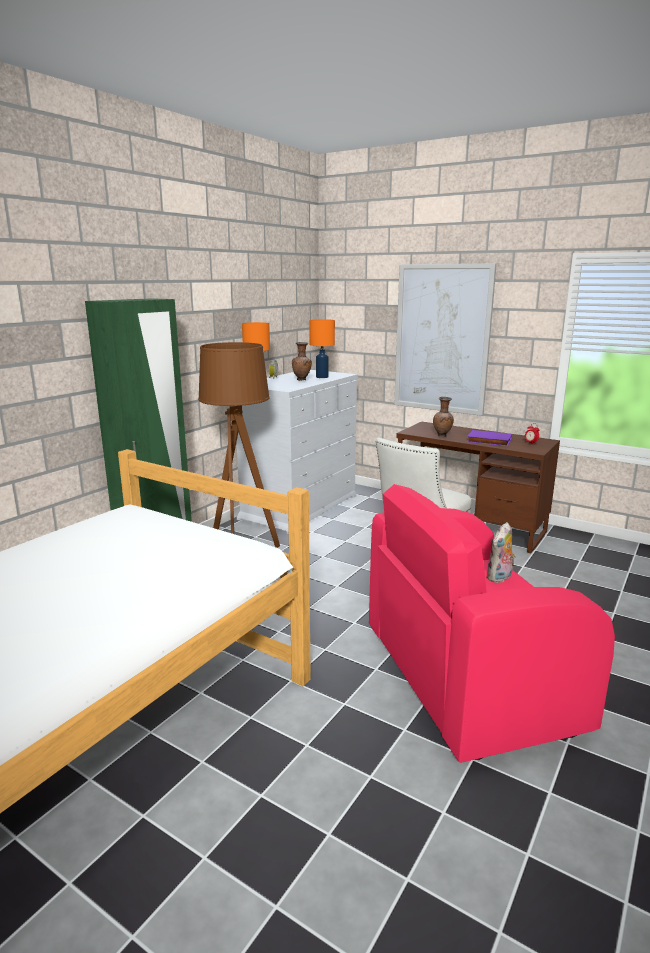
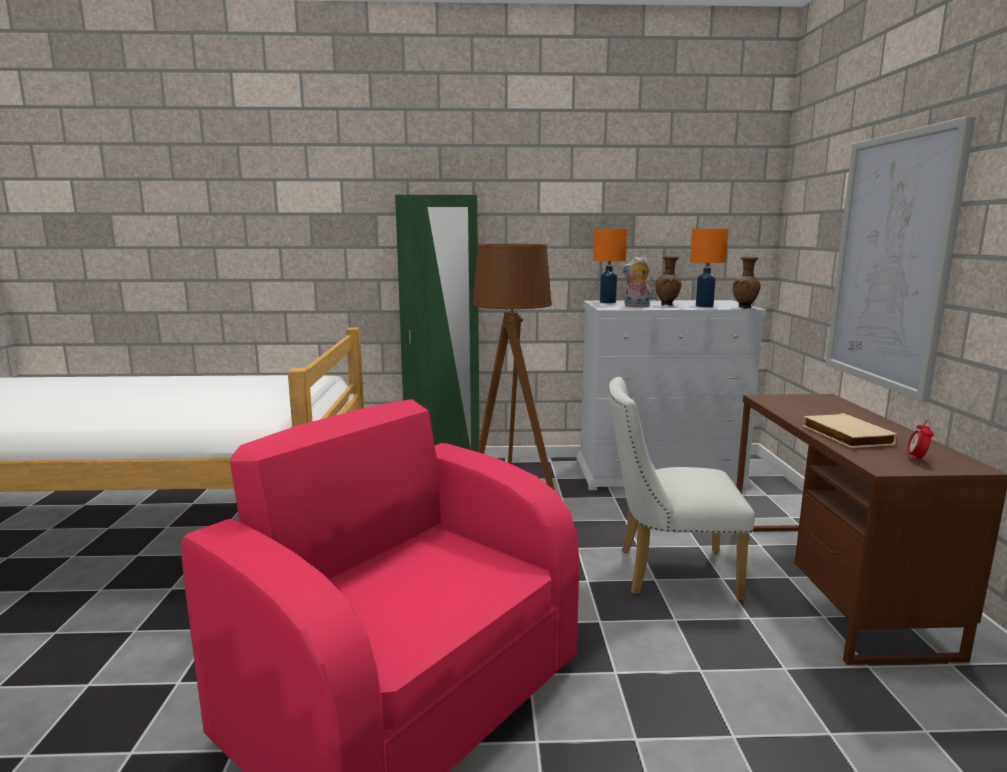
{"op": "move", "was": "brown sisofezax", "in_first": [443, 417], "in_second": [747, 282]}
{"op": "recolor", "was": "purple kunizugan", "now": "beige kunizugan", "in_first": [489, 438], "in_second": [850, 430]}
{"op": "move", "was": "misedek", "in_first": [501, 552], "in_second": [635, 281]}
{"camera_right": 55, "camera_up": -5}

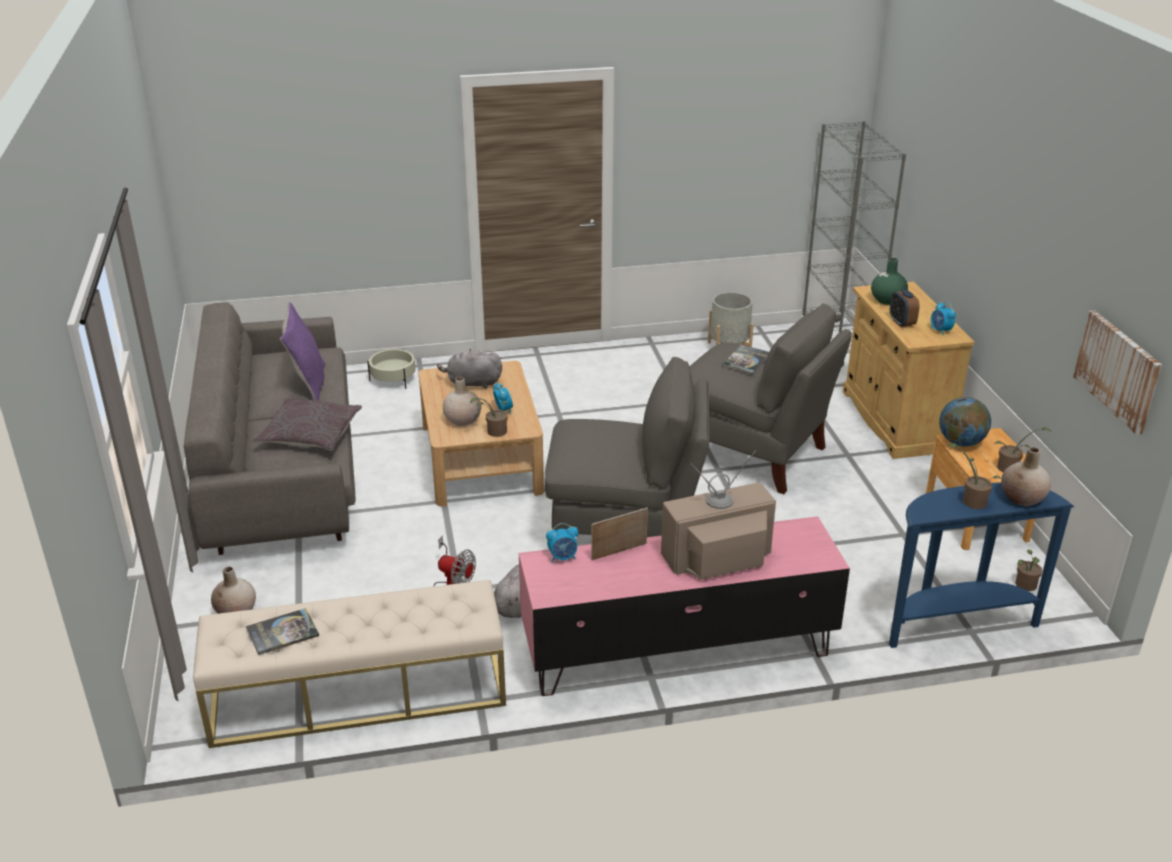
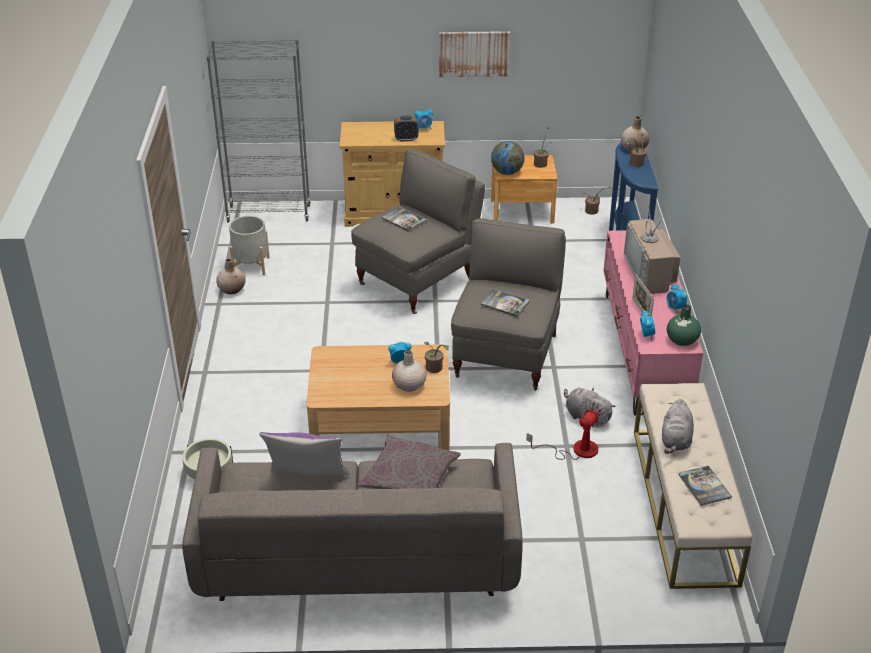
{"op": "move", "was": "beige sisofezax", "in_first": [233, 590], "in_second": [231, 276]}
{"op": "move", "was": "grey misedek", "in_first": [469, 369], "in_second": [678, 426]}
{"op": "move", "was": "green sisofezax", "in_first": [889, 281], "in_second": [684, 325]}
{"op": "move", "was": "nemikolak", "in_first": [1117, 372], "in_second": [474, 54]}
{"op": "insert", "now": "kunizugan", "in_second": [505, 303]}
{"op": "insert", "now": "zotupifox", "in_second": [677, 298]}
{"camera_right": -80, "camera_up": 5}

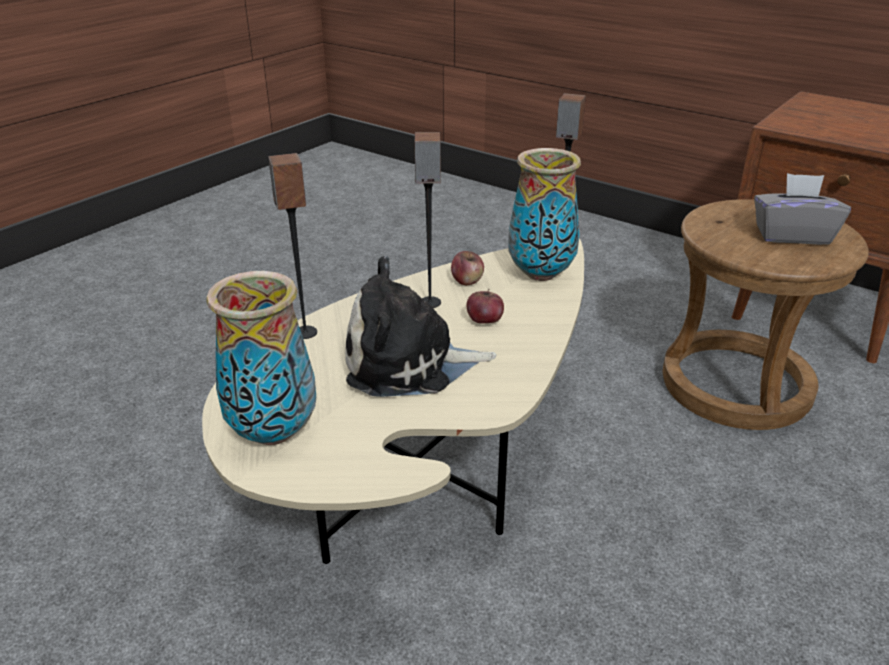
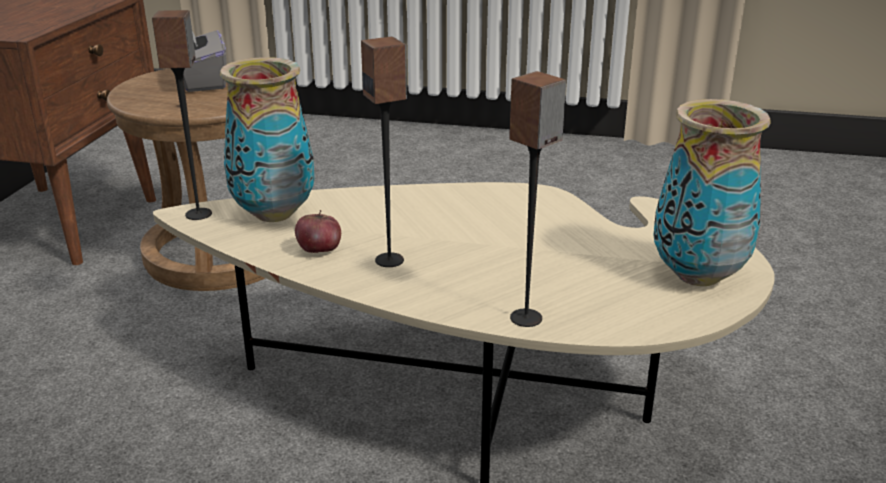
{"op": "delete", "was": "misedek", "in_first": [421, 326]}
{"op": "delete", "was": "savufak", "in_first": [485, 306]}
{"camera_right": -115, "camera_up": -5}

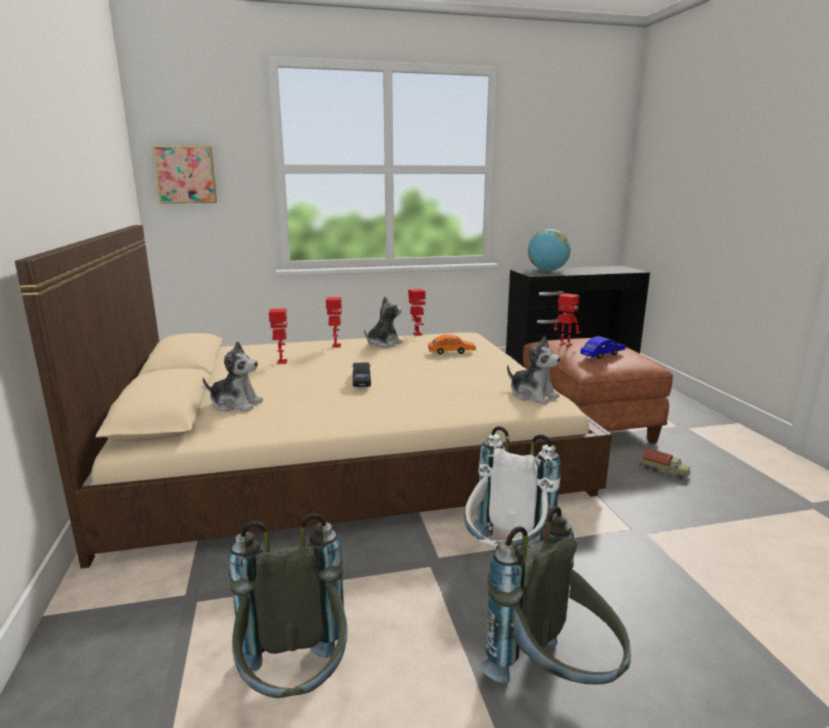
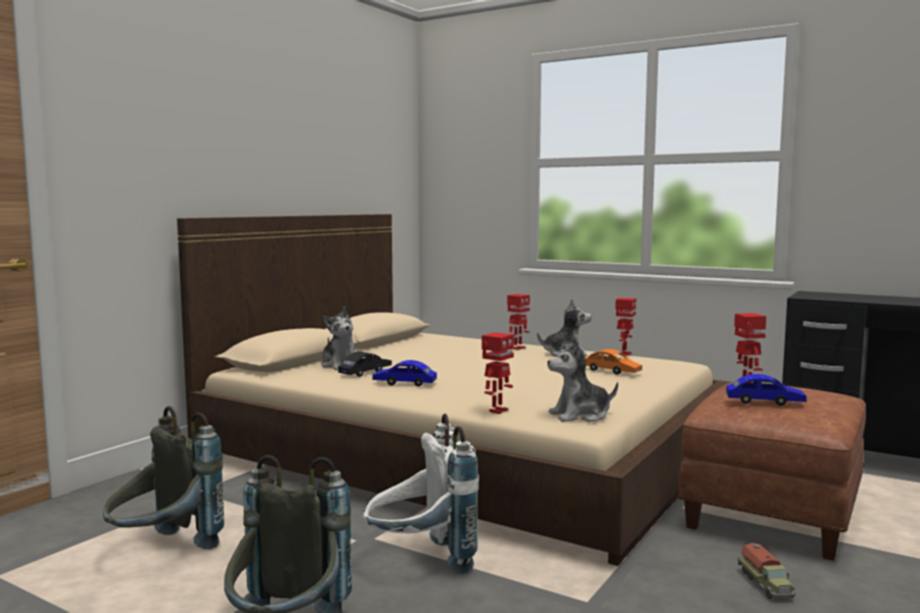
{"op": "delete", "was": "nemikolak", "in_first": [184, 174]}
{"op": "move", "was": "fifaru", "in_first": [278, 336], "in_second": [498, 373]}
{"op": "move", "was": "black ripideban", "in_first": [361, 374], "in_second": [365, 364]}
{"op": "rotate", "was": "misedek", "in_first": [534, 370], "in_second": [582, 380], "clockwise": 75}
{"op": "delete", "was": "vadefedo", "in_first": [549, 250]}
{"op": "insert", "now": "blue ripideban", "in_second": [404, 373]}
{"camera_right": 45, "camera_up": -10}

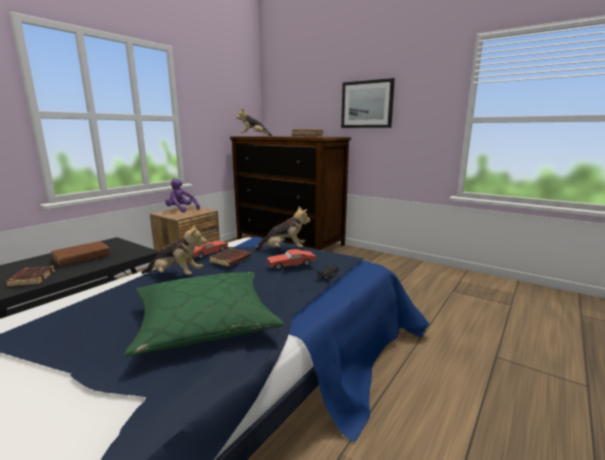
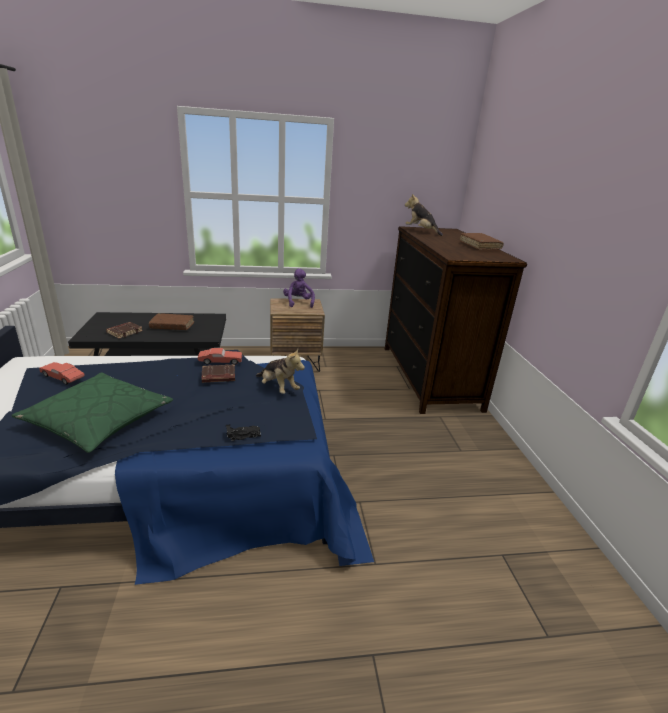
{"op": "delete", "was": "misedek", "in_first": [174, 249]}
{"op": "move", "was": "red ripideban", "in_first": [292, 259], "in_second": [62, 373]}
{"op": "delete", "was": "nemikolak", "in_first": [368, 103]}
{"camera_right": 45, "camera_up": 10}

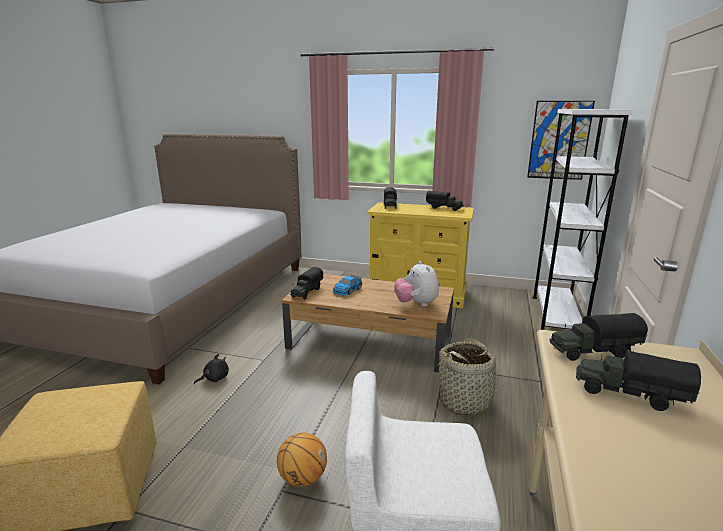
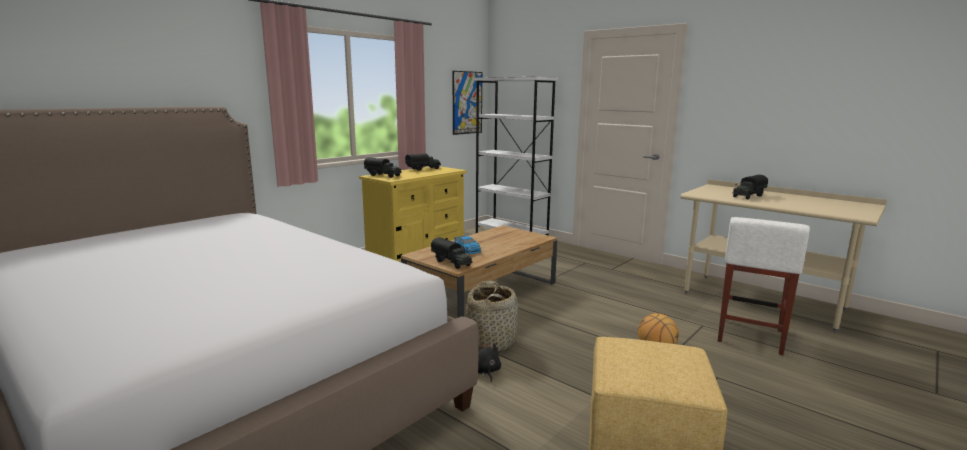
{"op": "delete", "was": "misedek", "in_first": [416, 284]}
{"op": "move", "was": "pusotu", "in_first": [470, 377], "in_second": [491, 316]}
{"op": "delete", "was": "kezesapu", "in_first": [599, 337]}
{"camera_right": -65, "camera_up": -5}

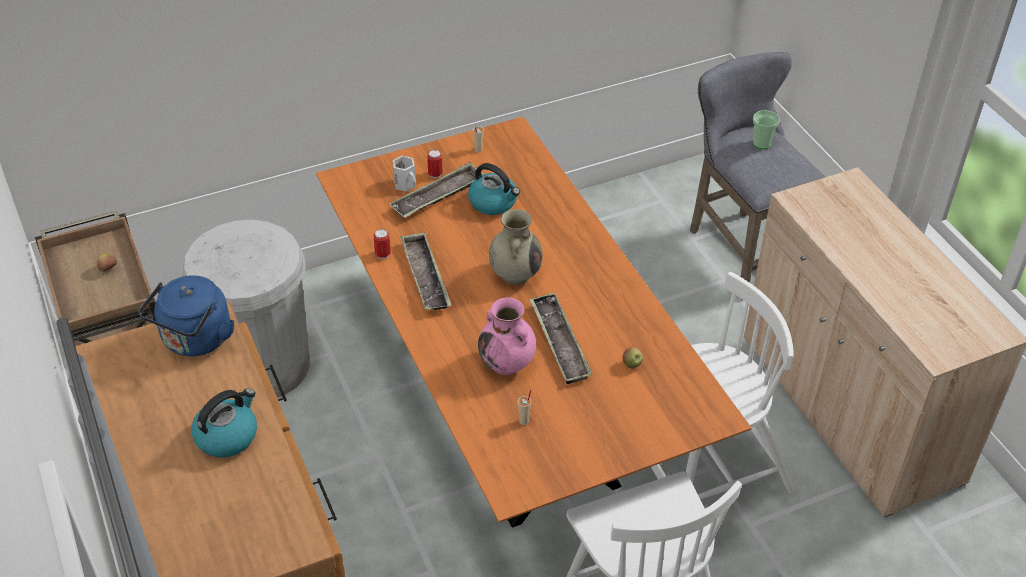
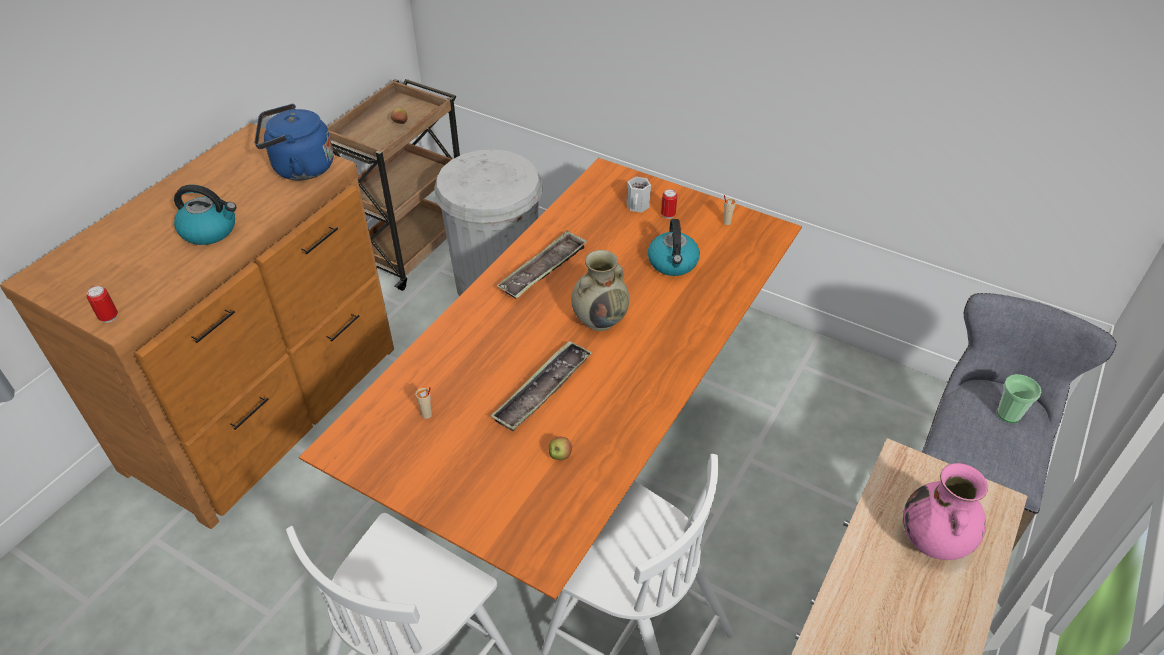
{"op": "move", "was": "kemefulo", "in_first": [382, 244], "in_second": [102, 304]}
{"op": "delete", "was": "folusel", "in_first": [436, 190]}
{"op": "move", "was": "pink sisofezax", "in_first": [507, 336], "in_second": [945, 511]}
{"camera_right": 55, "camera_up": 0}

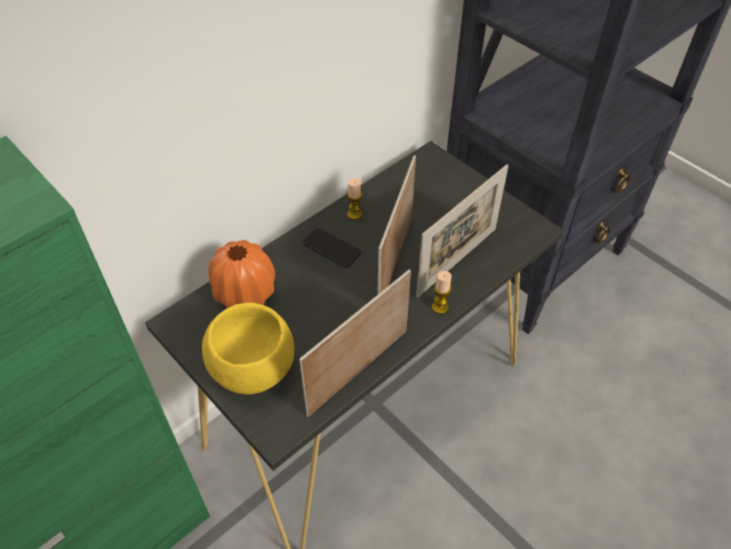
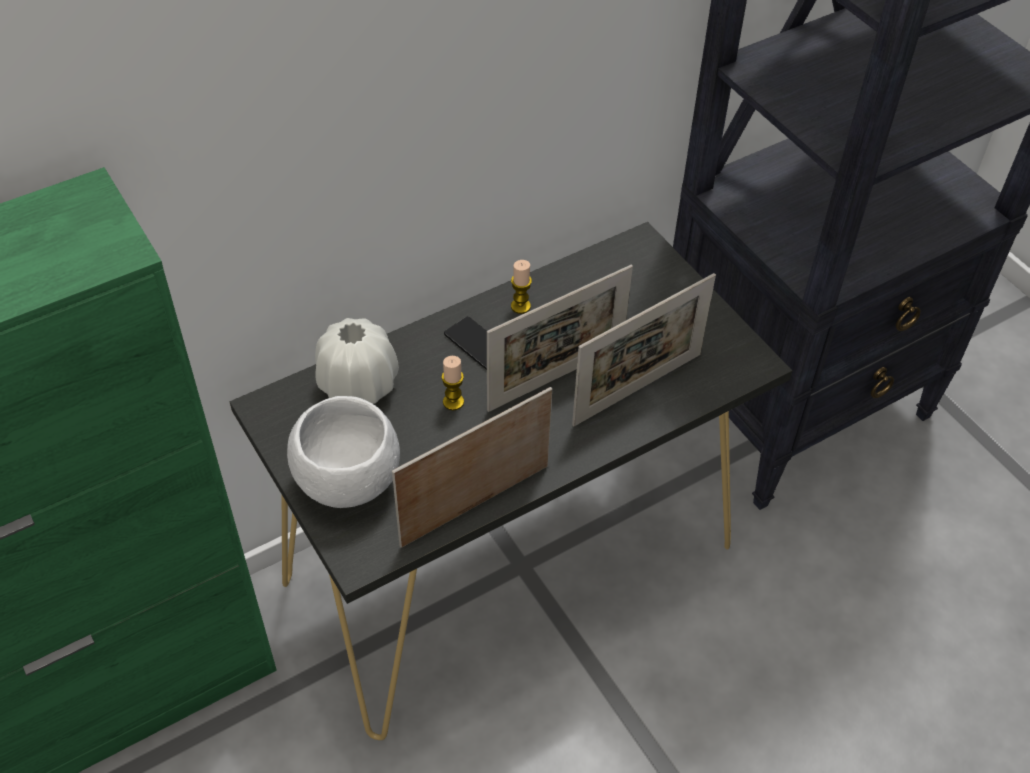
{"op": "recolor", "was": "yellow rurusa", "now": "white rurusa", "in_first": [248, 348], "in_second": [343, 452]}
{"op": "recolor", "was": "orange sisofezax", "now": "white sisofezax", "in_first": [241, 274], "in_second": [357, 361]}
{"op": "rotate", "was": "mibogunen", "in_first": [396, 225], "in_second": [560, 338], "clockwise": -150}
{"op": "move", "was": "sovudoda", "in_first": [442, 292], "in_second": [452, 383]}
{"camera_right": 10, "camera_up": 0}

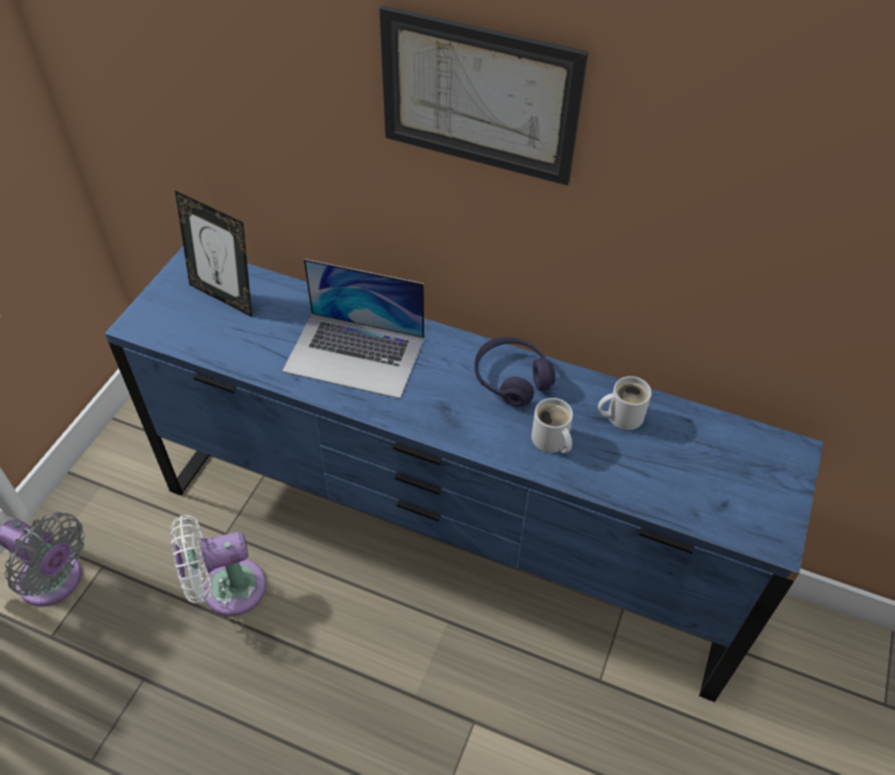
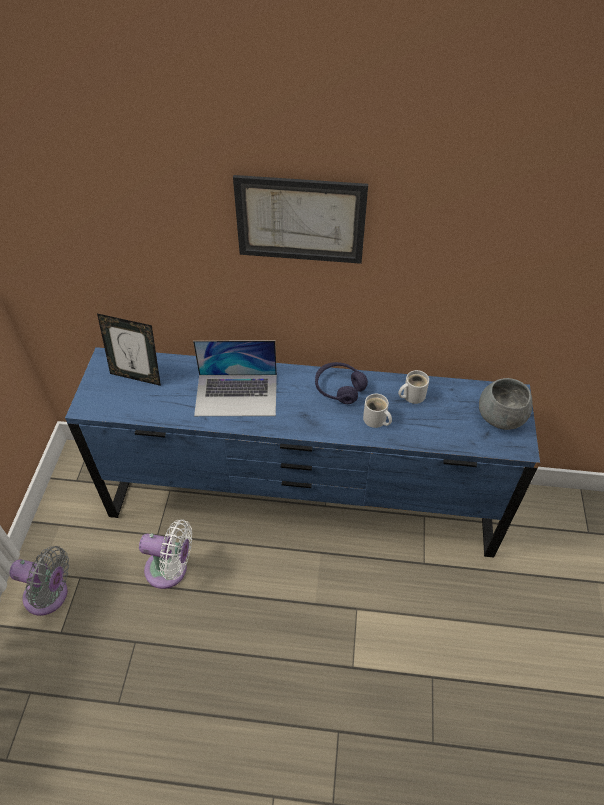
{"op": "rotate", "was": "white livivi", "in_first": [218, 565], "in_second": [165, 554], "clockwise": -135}
{"op": "insert", "now": "grey rurusa", "in_second": [506, 404]}
{"camera_right": -15, "camera_up": 0}

